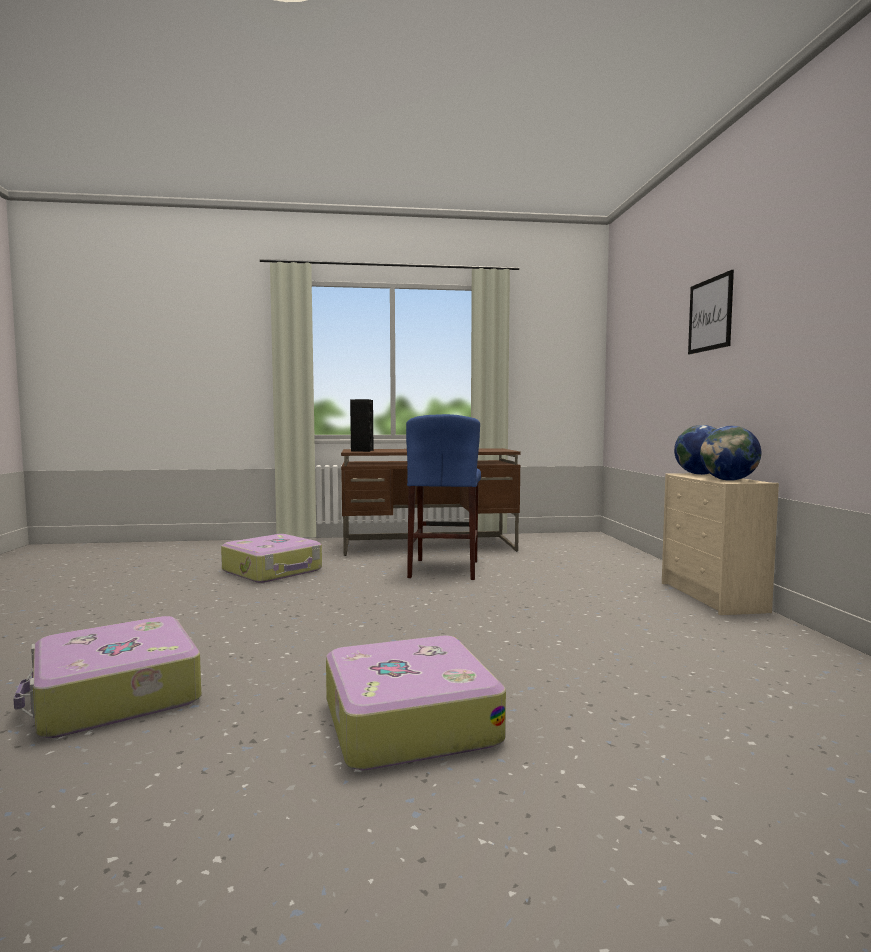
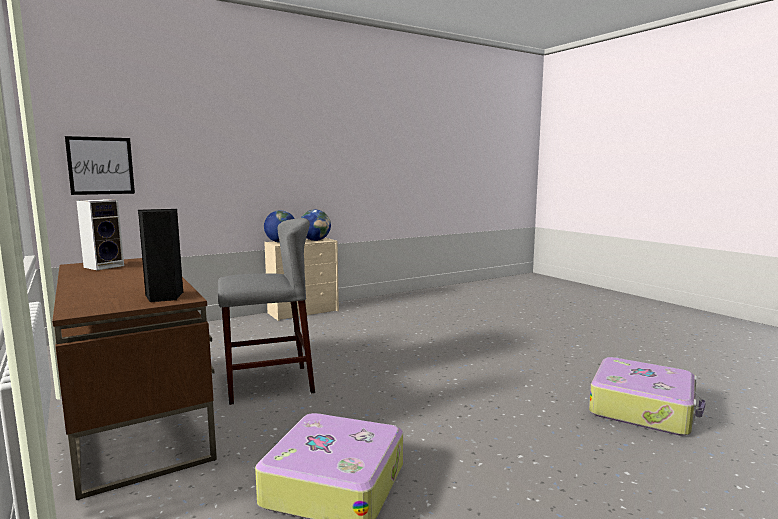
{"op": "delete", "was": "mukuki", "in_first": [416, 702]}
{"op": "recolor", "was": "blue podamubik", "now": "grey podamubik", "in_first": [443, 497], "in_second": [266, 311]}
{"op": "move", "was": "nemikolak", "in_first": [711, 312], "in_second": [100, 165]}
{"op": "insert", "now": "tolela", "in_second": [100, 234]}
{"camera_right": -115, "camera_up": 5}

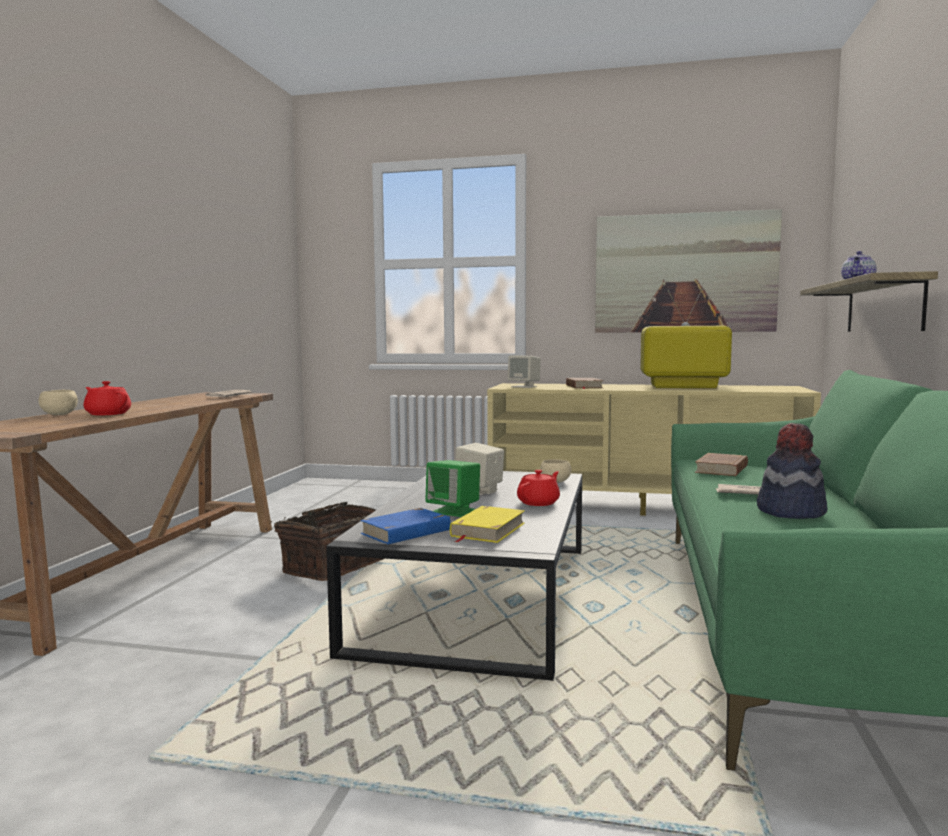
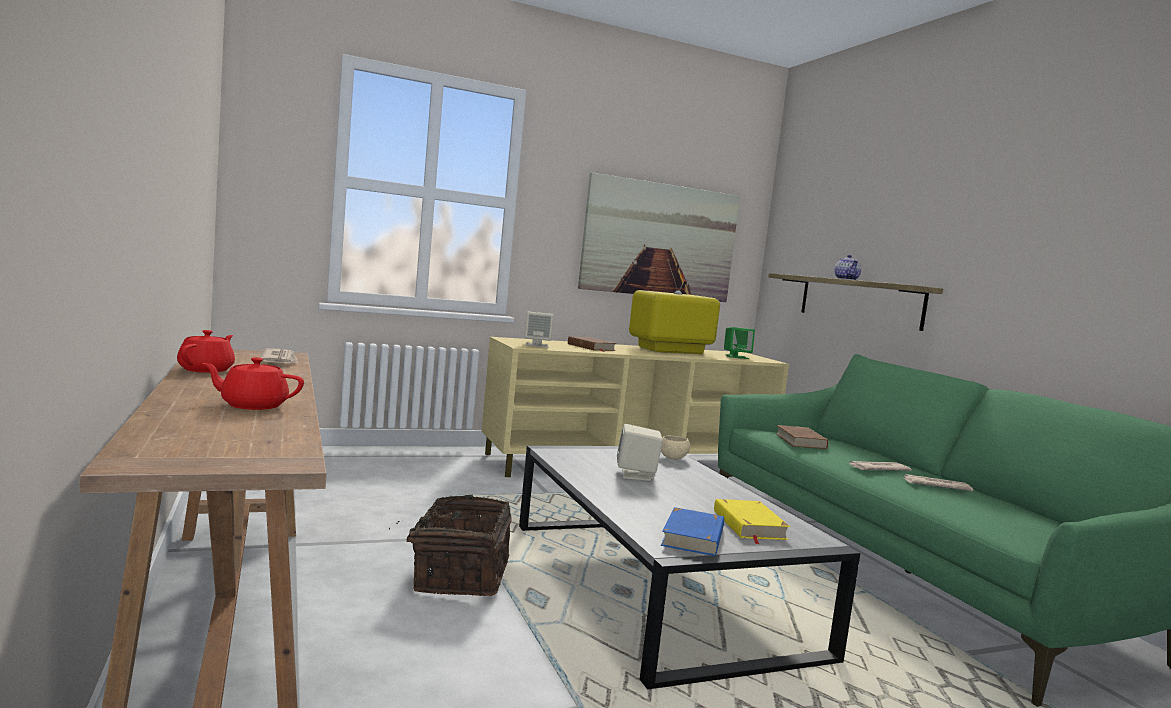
{"op": "delete", "was": "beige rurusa", "in_first": [58, 402]}
{"op": "move", "was": "green tolela", "in_first": [452, 488], "in_second": [739, 343]}
{"op": "move", "was": "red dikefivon", "in_first": [538, 488], "in_second": [206, 351]}
{"op": "replace", "was": "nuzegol", "now": "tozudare", "in_first": [792, 471], "in_second": [937, 482]}
{"camera_right": -35, "camera_up": 0}

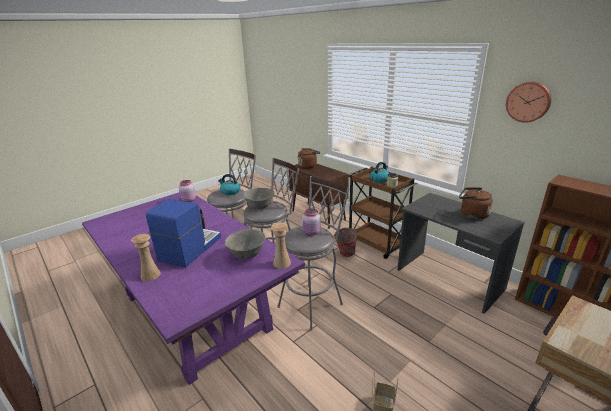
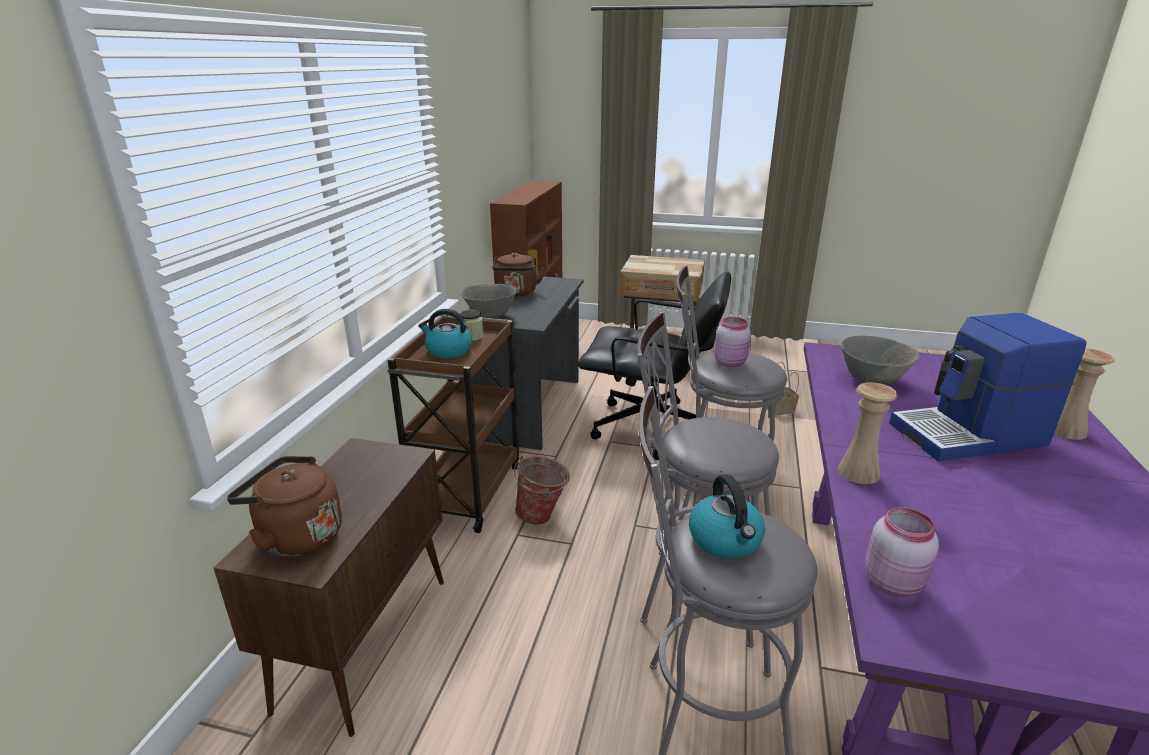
{"op": "move", "was": "grey rurusa", "in_first": [259, 198], "in_second": [489, 301]}
{"op": "move", "was": "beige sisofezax", "in_first": [281, 246], "in_second": [868, 433]}
{"op": "delete", "was": "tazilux", "in_first": [528, 102]}
{"op": "insert", "now": "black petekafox", "in_second": [654, 366]}
{"camera_right": -125, "camera_up": 0}

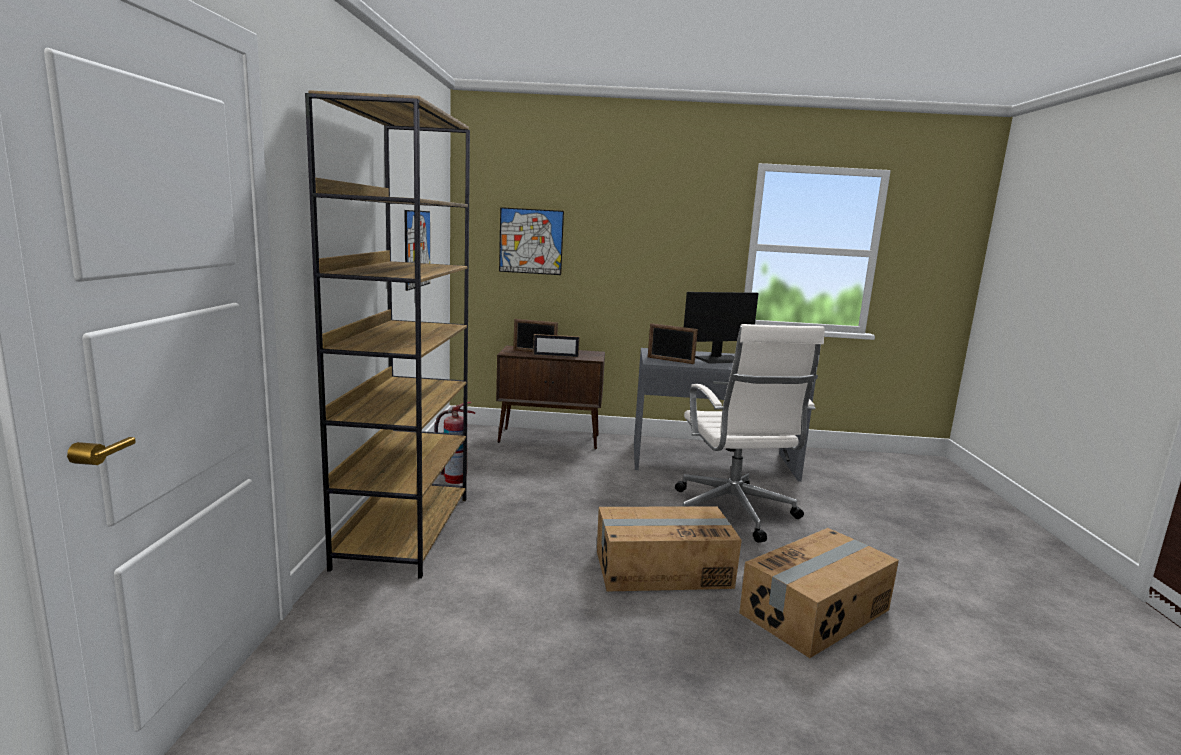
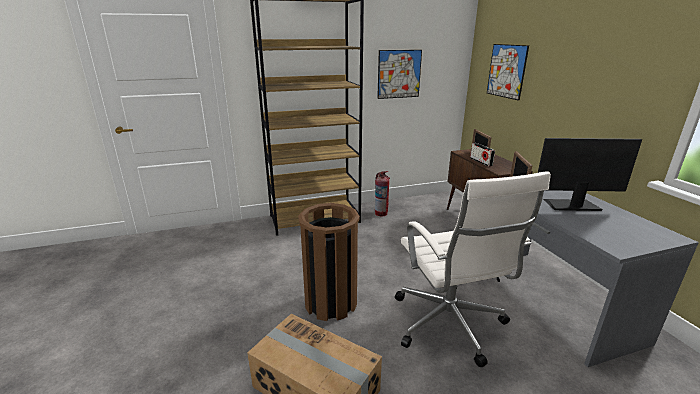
{"op": "replace", "was": "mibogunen", "now": "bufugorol", "in_first": [556, 346], "in_second": [482, 155]}
{"op": "replace", "was": "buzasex", "now": "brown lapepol", "in_first": [669, 549], "in_second": [329, 262]}
{"op": "rotate", "was": "white petekafox", "in_first": [750, 433], "in_second": [473, 269], "clockwise": -75}
{"op": "rotate", "was": "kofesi", "in_first": [721, 328], "in_second": [590, 174], "clockwise": 135}
{"camera_right": 70, "camera_up": 10}

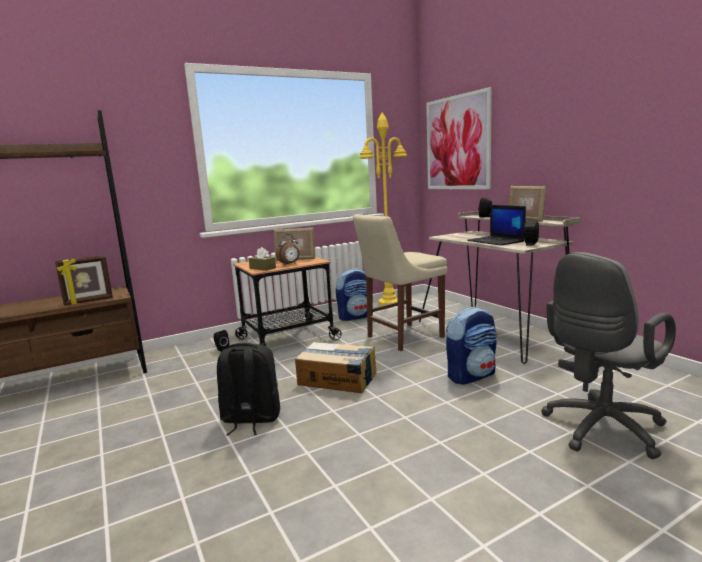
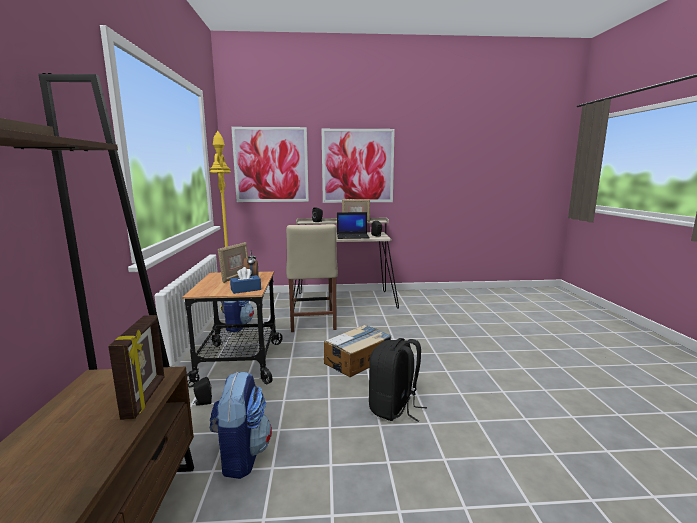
{"op": "recolor", "was": "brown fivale", "now": "blue fivale", "in_first": [262, 259], "in_second": [245, 280]}
{"op": "move", "was": "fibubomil", "in_first": [471, 346], "in_second": [240, 425]}
{"op": "delete", "was": "grey petekafox", "in_first": [608, 355]}
{"op": "insert", "now": "nemikolak", "in_second": [358, 166]}
{"camera_right": -65, "camera_up": 0}

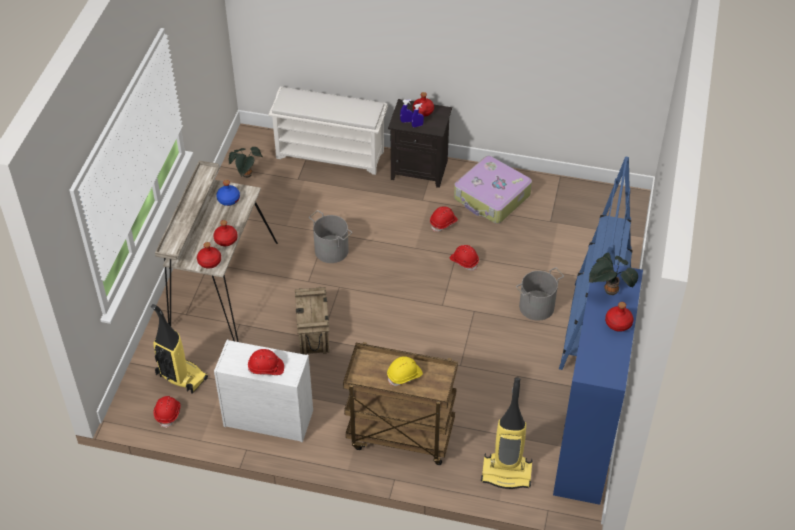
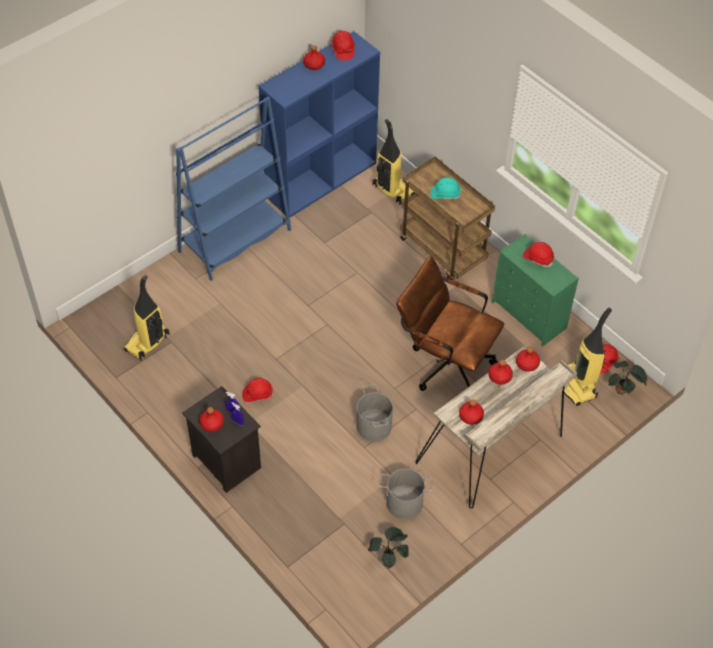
{"op": "recolor", "was": "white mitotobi", "now": "green mitotobi", "in_first": [263, 391], "in_second": [535, 290]}
{"op": "recolor", "was": "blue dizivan", "now": "red dizivan", "in_first": [228, 193], "in_second": [471, 412]}
{"op": "delete", "was": "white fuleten", "in_first": [328, 131]}
{"op": "replace", "was": "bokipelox", "now": "brown petekafox", "in_first": [312, 321], "in_second": [450, 323]}
{"op": "recolor", "was": "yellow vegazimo", "now": "turquoise vegazimo", "in_first": [405, 371], "in_second": [445, 188]}
{"op": "move", "was": "red vegazimo", "in_first": [464, 258], "in_second": [343, 46]}
{"op": "delete", "was": "mukuki", "in_first": [493, 190]}
{"op": "move", "was": "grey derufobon", "in_first": [540, 294], "in_second": [406, 494]}
{"op": "move", "was": "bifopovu", "in_first": [613, 274], "in_second": [628, 377]}
{"op": "insert", "now": "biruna", "in_second": [147, 318]}
{"camera_right": -145, "camera_up": 5}

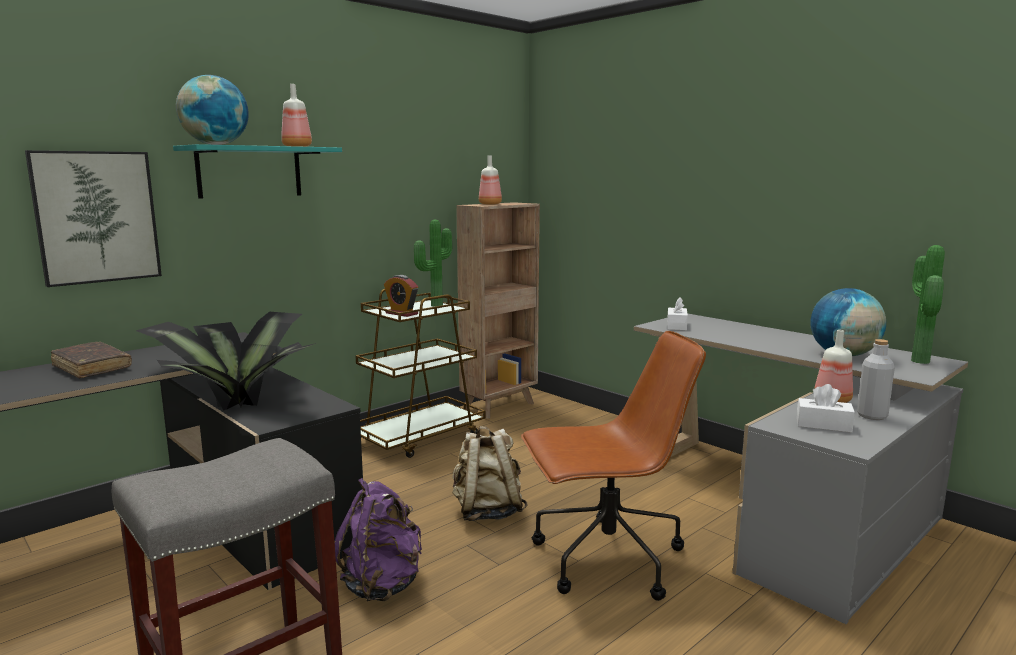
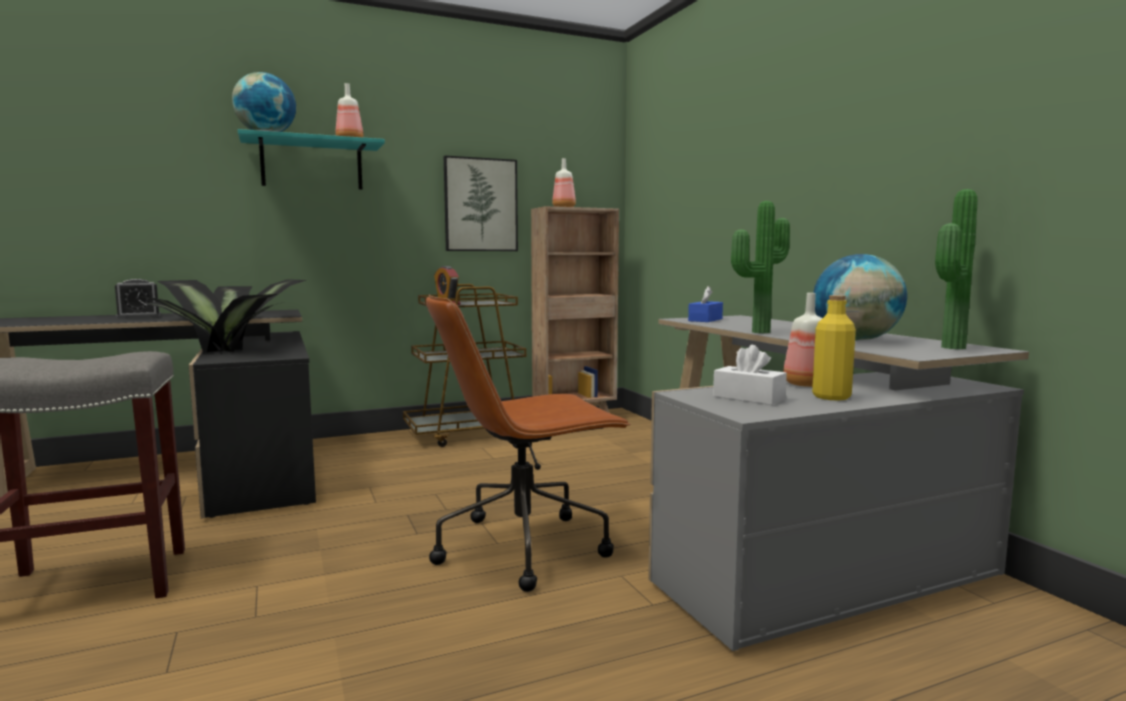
{"op": "move", "was": "nemikolak", "in_first": [93, 218], "in_second": [481, 203]}
{"op": "replace", "was": "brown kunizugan", "now": "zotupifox", "in_first": [91, 360], "in_second": [138, 299]}
{"op": "delete", "was": "purple fibubomil", "in_first": [378, 539]}
{"op": "move", "was": "bifopovu", "in_first": [433, 263], "in_second": [760, 267]}
{"op": "delete", "was": "beige fibubomil", "in_first": [490, 473]}
{"op": "rotate", "was": "brown petekafox", "in_first": [613, 466], "in_second": [528, 443], "clockwise": 150}
{"op": "recolor", "was": "white fivale", "now": "blue fivale", "in_first": [677, 313], "in_second": [705, 304]}
{"op": "recolor", "was": "grey dizivan", "now": "yellow dizivan", "in_first": [876, 379], "in_second": [834, 347]}
{"camera_right": 20, "camera_up": -5}

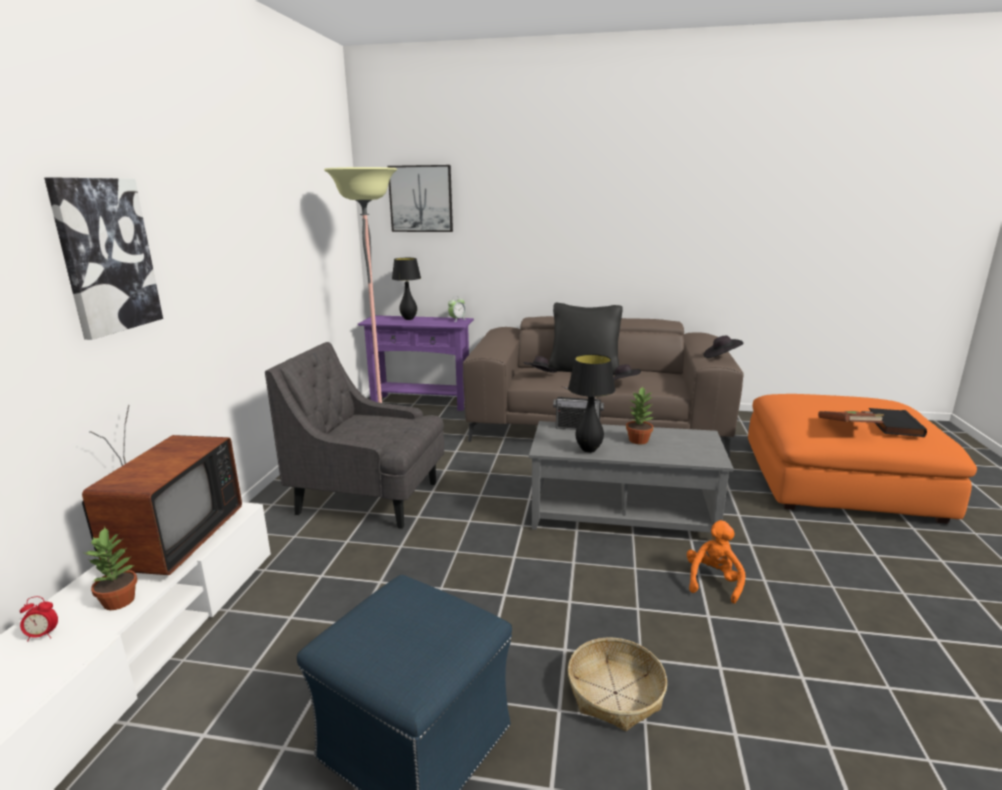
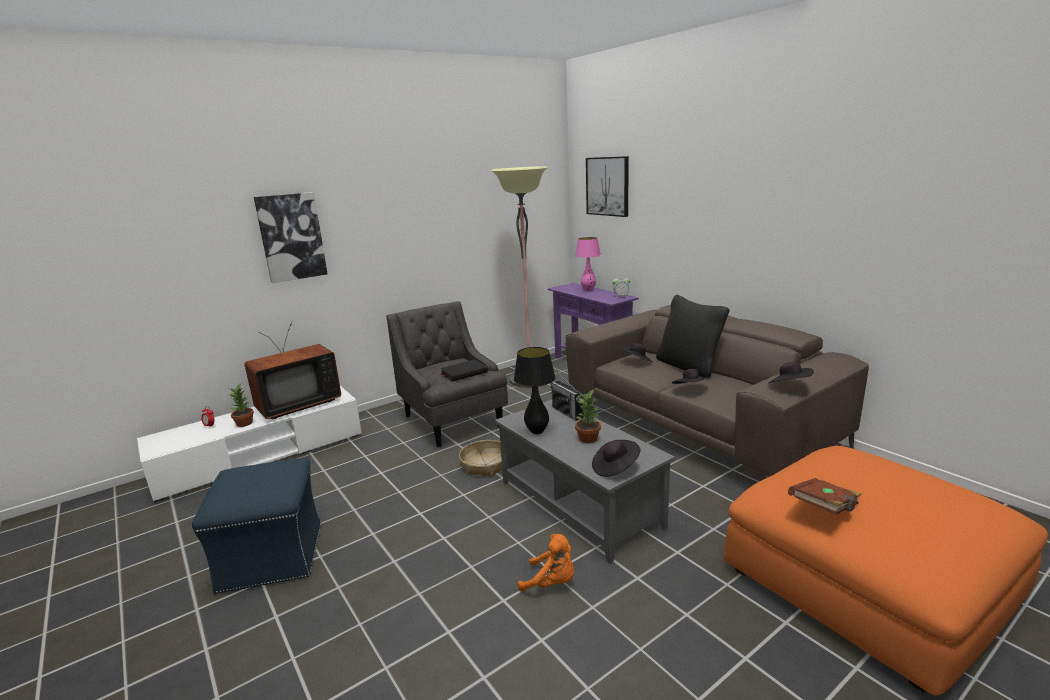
{"op": "recolor", "was": "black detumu", "now": "pink detumu", "in_first": [406, 289], "in_second": [588, 264]}
{"op": "move", "was": "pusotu", "in_first": [617, 684], "in_second": [480, 458]}
{"op": "rotate", "was": "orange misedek", "in_first": [716, 562], "in_second": [546, 563], "clockwise": 45}
{"op": "move", "was": "black kunizugan", "in_first": [898, 422], "in_second": [464, 371]}
{"op": "insert", "now": "black nuzegol", "in_second": [616, 458]}
{"camera_right": 45, "camera_up": 0}

